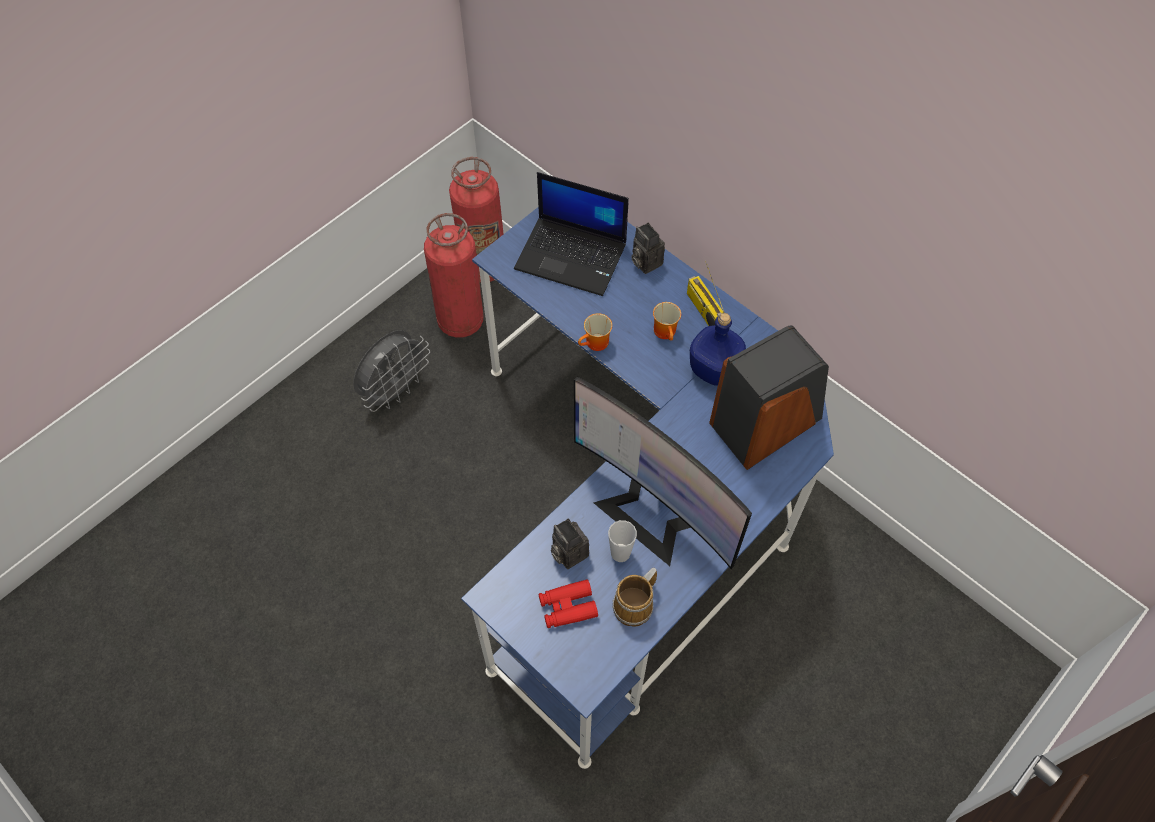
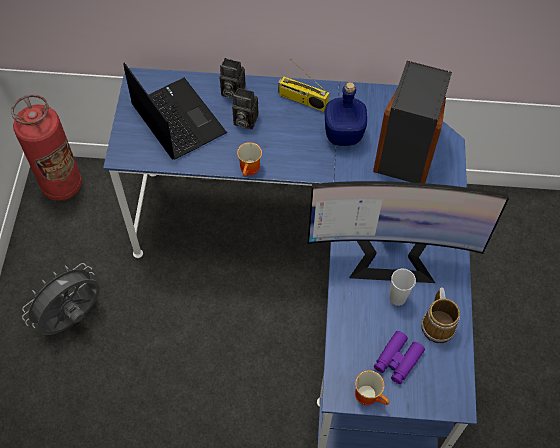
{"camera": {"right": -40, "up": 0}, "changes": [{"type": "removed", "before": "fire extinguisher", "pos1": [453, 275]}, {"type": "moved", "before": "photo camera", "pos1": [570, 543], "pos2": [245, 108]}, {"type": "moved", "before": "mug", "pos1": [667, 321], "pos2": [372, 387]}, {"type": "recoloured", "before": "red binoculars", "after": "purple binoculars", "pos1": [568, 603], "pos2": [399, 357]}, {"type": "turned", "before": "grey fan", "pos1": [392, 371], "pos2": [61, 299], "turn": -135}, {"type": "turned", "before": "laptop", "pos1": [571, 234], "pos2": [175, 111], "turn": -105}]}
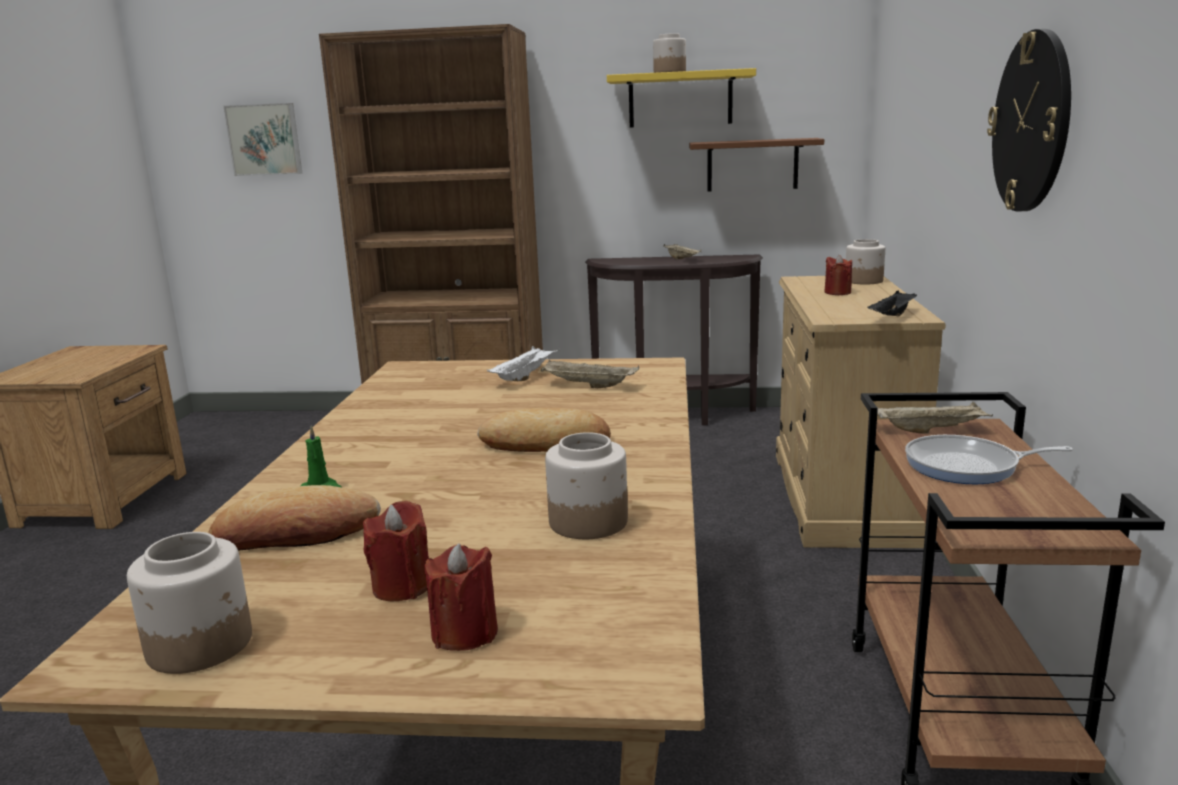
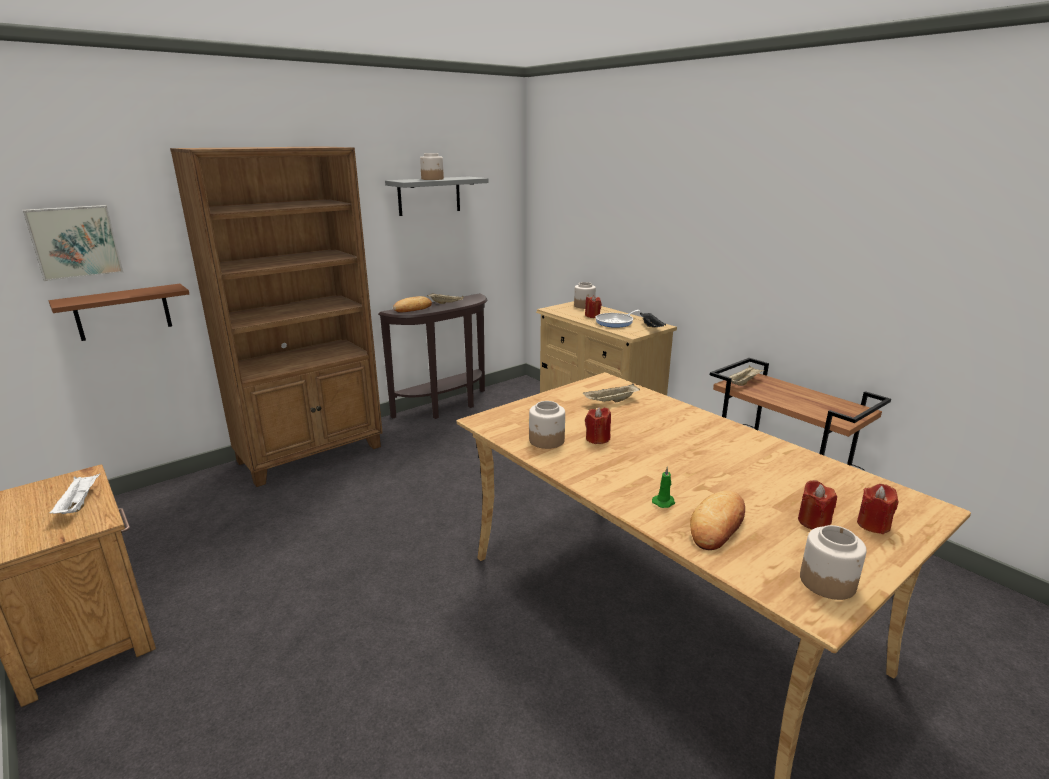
{"camera": {"right": -45, "up": 5}, "changes": [{"type": "removed", "before": "wall clock", "pos1": [1029, 120]}, {"type": "added", "after": "red candle", "pos2": [598, 425]}, {"type": "moved", "before": "bread", "pos1": [544, 430], "pos2": [412, 304]}, {"type": "moved", "before": "white tray", "pos1": [523, 363], "pos2": [75, 494]}, {"type": "moved", "before": "jar", "pos1": [586, 485], "pos2": [547, 425]}, {"type": "moved", "before": "brown shelf", "pos1": [756, 164], "pos2": [119, 312]}, {"type": "moved", "before": "frying pan", "pos1": [989, 459], "pos2": [617, 319]}, {"type": "recoloured", "before": "yellow shelf", "after": "grey shelf", "pos1": [681, 98], "pos2": [437, 196]}]}
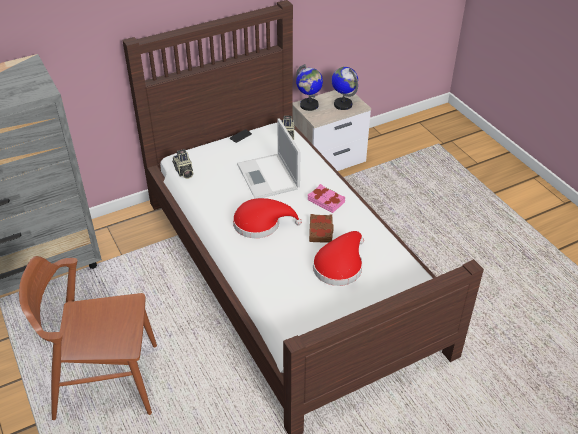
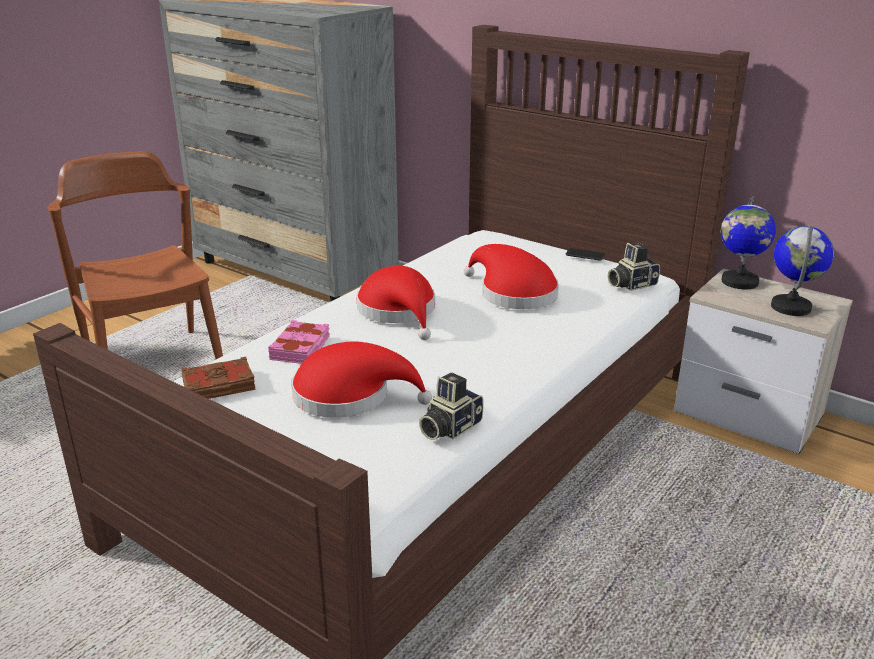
{"camera": {"right": 65, "up": -15}, "changes": [{"type": "moved", "before": "photo camera", "pos1": [182, 164], "pos2": [451, 406]}, {"type": "moved", "before": "pink book", "pos1": [326, 198], "pos2": [299, 342]}, {"type": "moved", "before": "brown book", "pos1": [321, 228], "pos2": [218, 378]}, {"type": "replaced", "before": "laptop", "after": "red hat", "pos1": [269, 158], "pos2": [511, 276]}]}
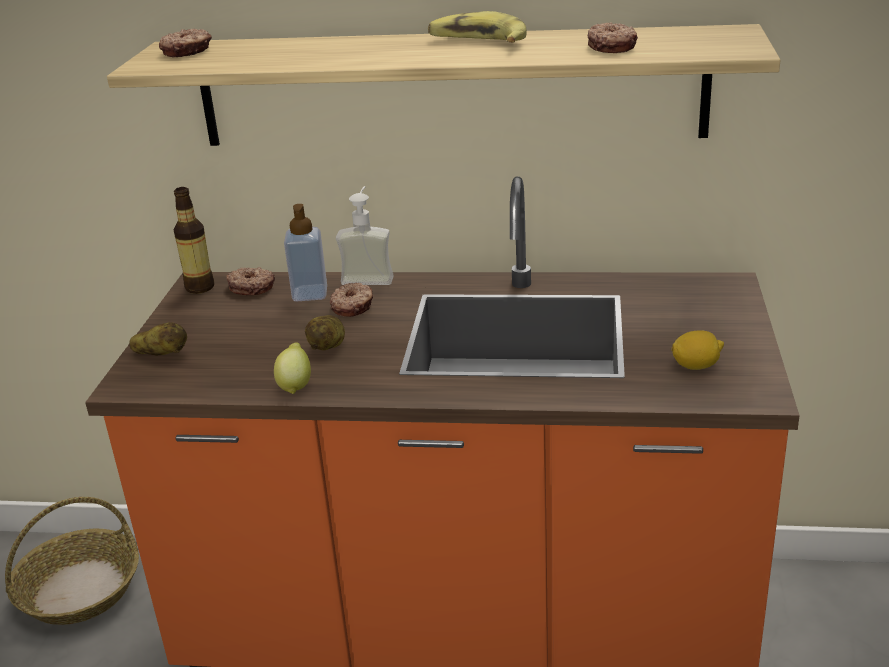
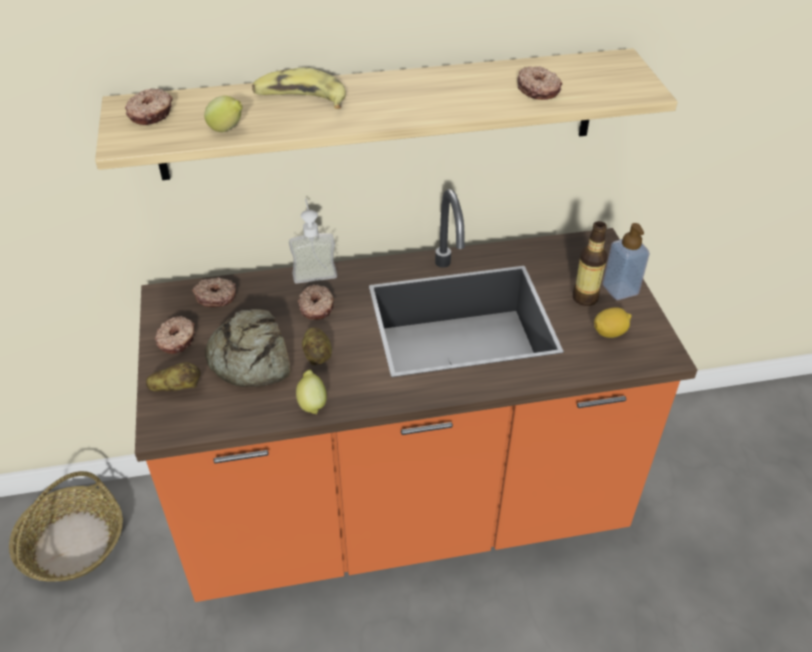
{"camera": {"right": -20, "up": 15}, "changes": [{"type": "added", "after": "donut", "pos2": [175, 335]}, {"type": "added", "after": "lemon", "pos2": [223, 113]}, {"type": "added", "after": "bread", "pos2": [248, 348]}, {"type": "moved", "before": "bottle", "pos1": [194, 240], "pos2": [590, 263]}, {"type": "moved", "before": "soap dispenser", "pos1": [305, 252], "pos2": [626, 261]}, {"type": "moved", "before": "banana", "pos1": [477, 26], "pos2": [299, 88]}]}
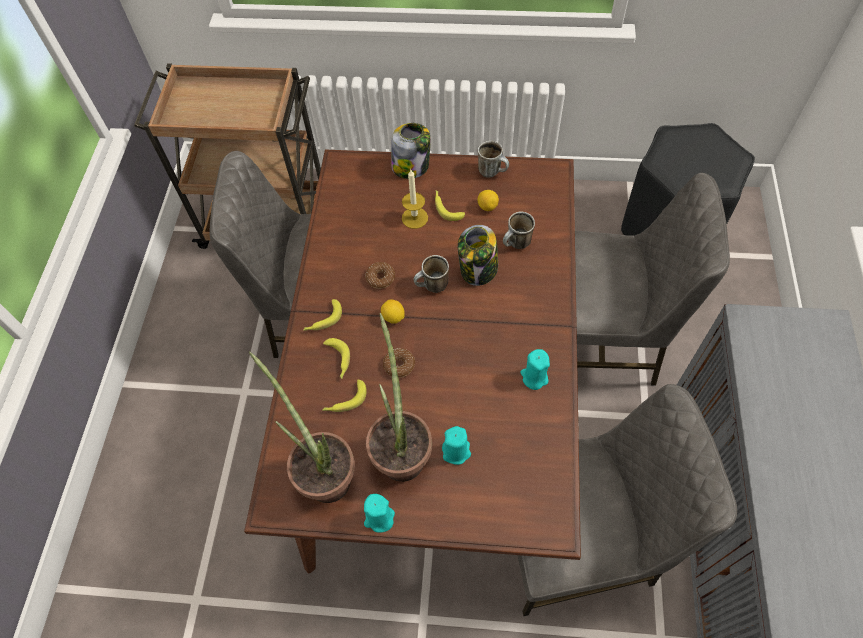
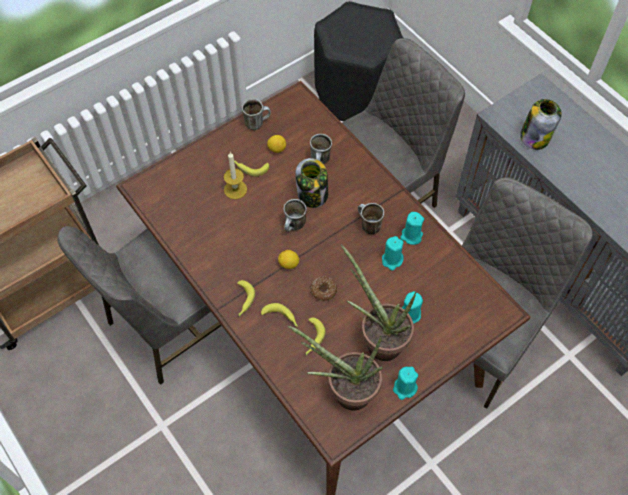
{"camera": {"right": -45, "up": 0}, "changes": [{"type": "removed", "before": "donut", "pos1": [380, 275]}, {"type": "added", "after": "mug", "pos2": [371, 218]}, {"type": "added", "after": "turquoise candle", "pos2": [393, 253]}, {"type": "moved", "before": "jar", "pos1": [410, 151], "pos2": [541, 124]}]}
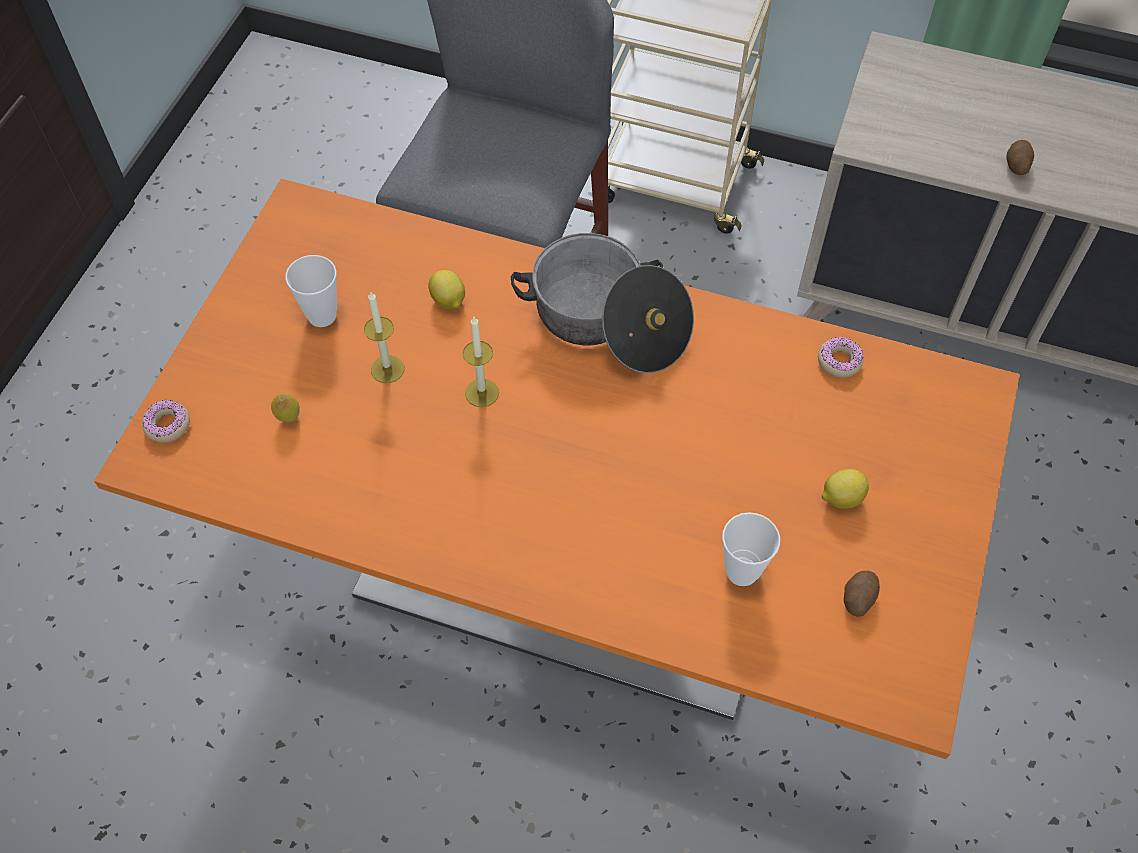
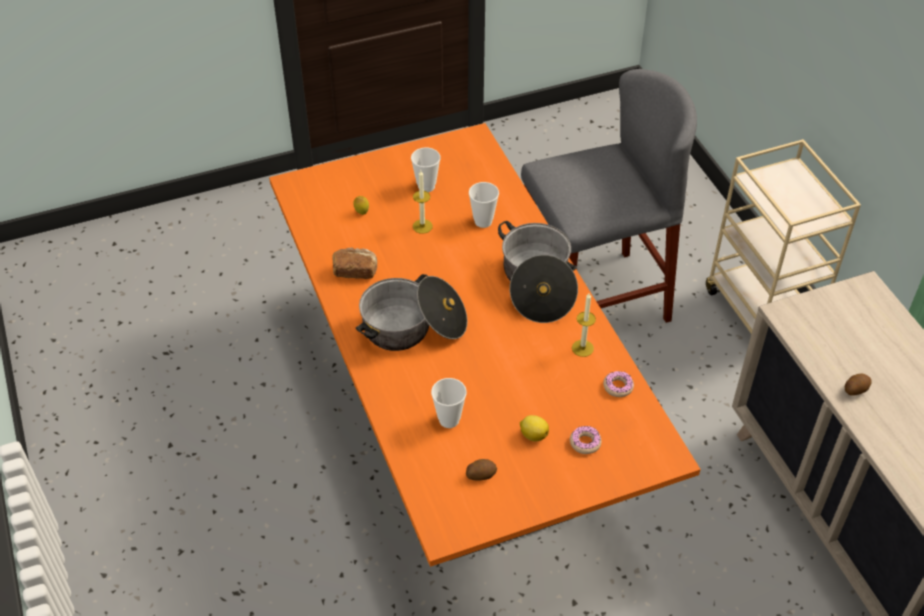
{"camera": {"right": 50, "up": -10}, "changes": [{"type": "added", "after": "bread", "pos2": [354, 263]}, {"type": "added", "after": "cooking pot", "pos2": [411, 312]}, {"type": "moved", "before": "donut", "pos1": [166, 421], "pos2": [585, 440]}, {"type": "moved", "before": "candle", "pos1": [481, 362], "pos2": [584, 325]}, {"type": "replaced", "before": "lemon", "after": "cup", "pos1": [446, 289], "pos2": [484, 205]}]}
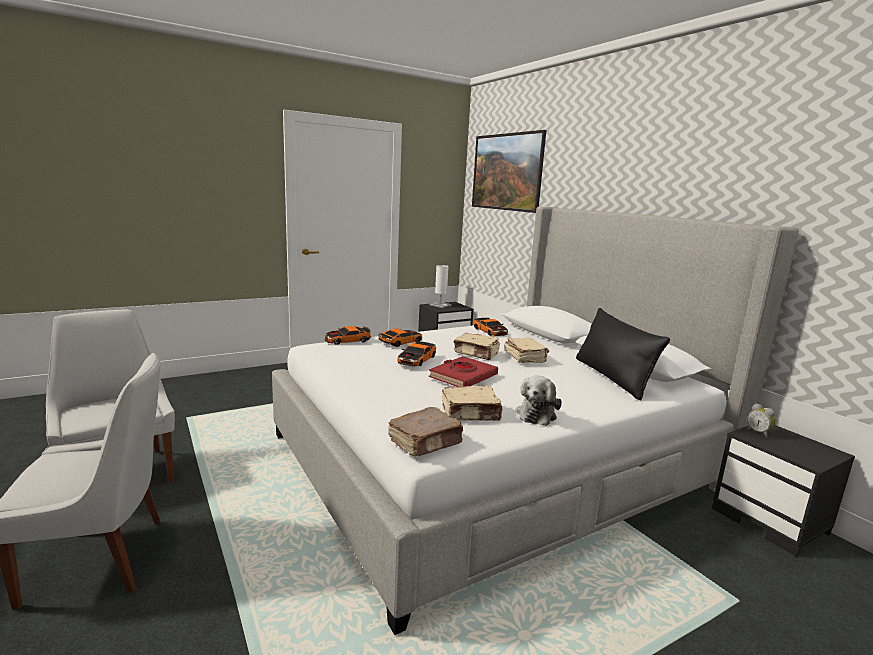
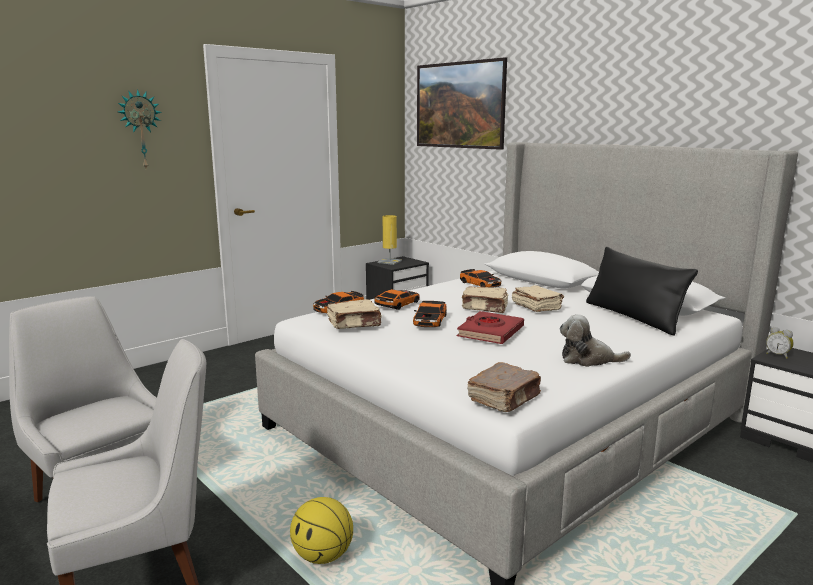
{"camera": {"right": -10, "up": 0}, "changes": [{"type": "added", "after": "wall clock", "pos2": [140, 128]}, {"type": "added", "after": "basketball", "pos2": [321, 530]}, {"type": "moved", "before": "beige book", "pos1": [472, 403], "pos2": [354, 314]}, {"type": "recoloured", "before": "white table lamp", "after": "yellow table lamp", "pos1": [440, 286], "pos2": [389, 240]}, {"type": "turned", "before": "plush toy", "pos1": [538, 401], "pos2": [595, 340], "turn": 90}]}
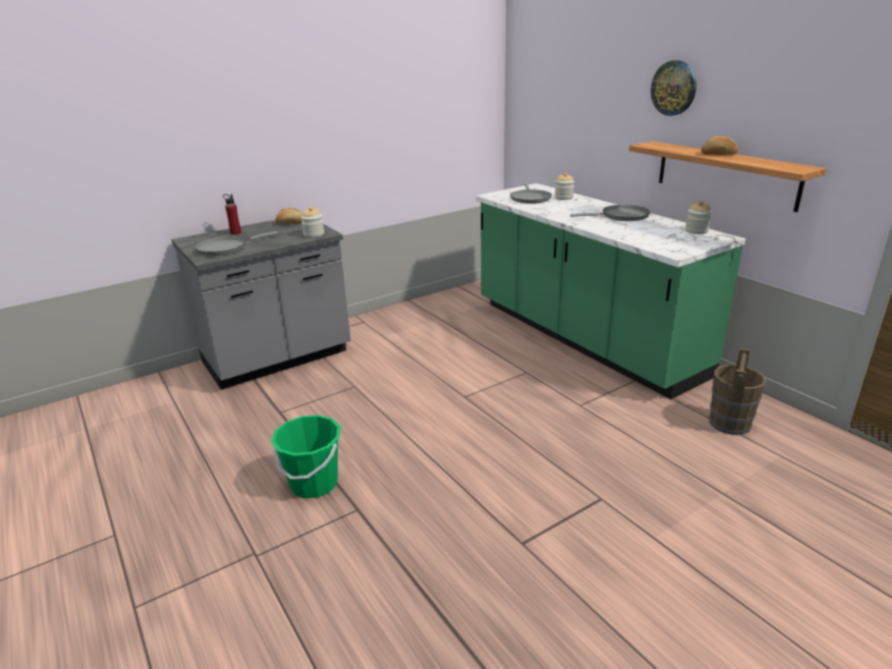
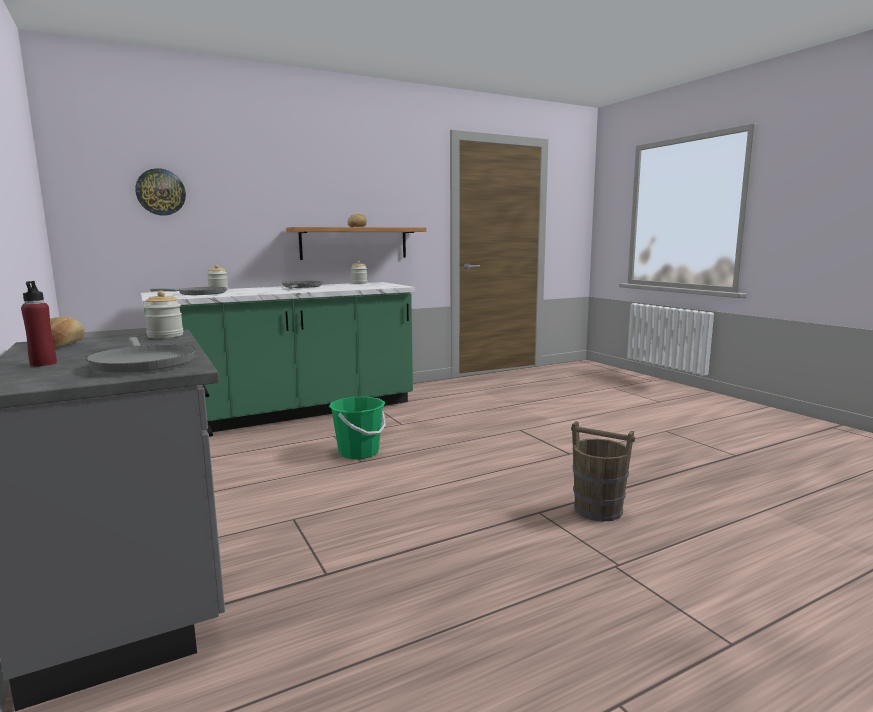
{"camera": {"right": -85, "up": -15}, "changes": [{"type": "moved", "before": "green bucket", "pos1": [306, 457], "pos2": [357, 428]}, {"type": "moved", "before": "wall clock", "pos1": [674, 88], "pos2": [160, 192]}, {"type": "moved", "before": "brown bucket", "pos1": [737, 391], "pos2": [603, 471]}]}
